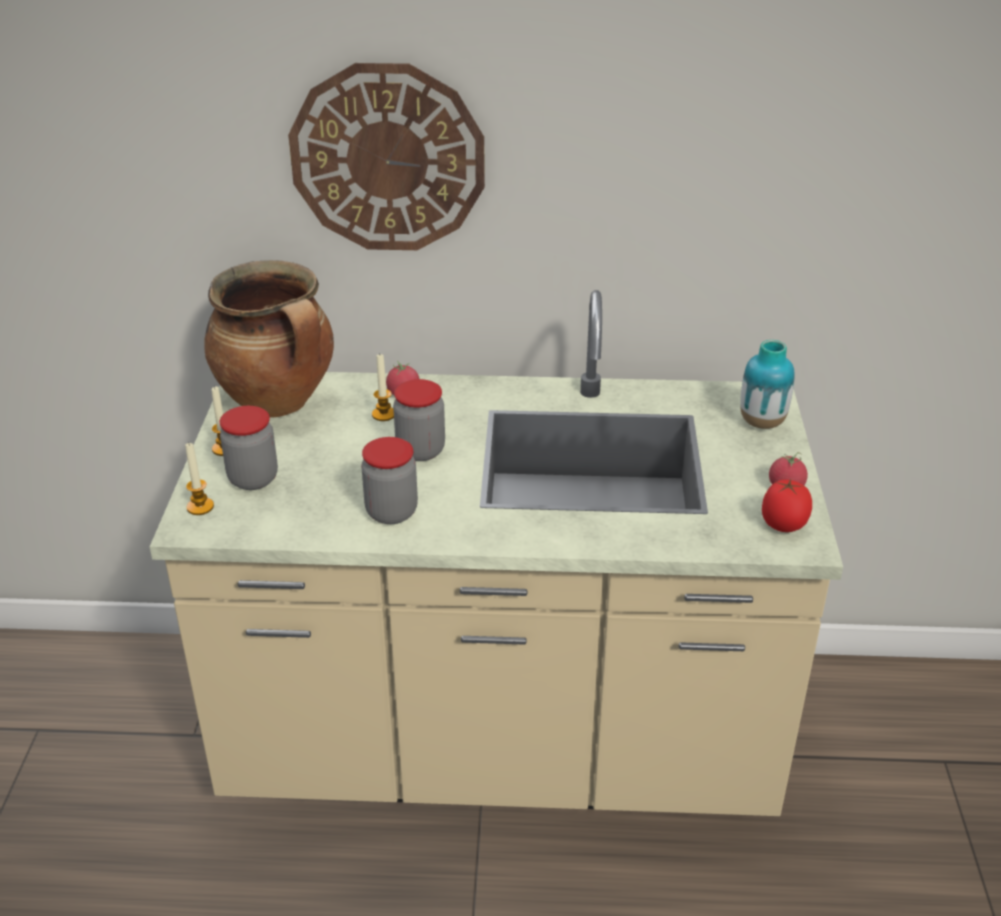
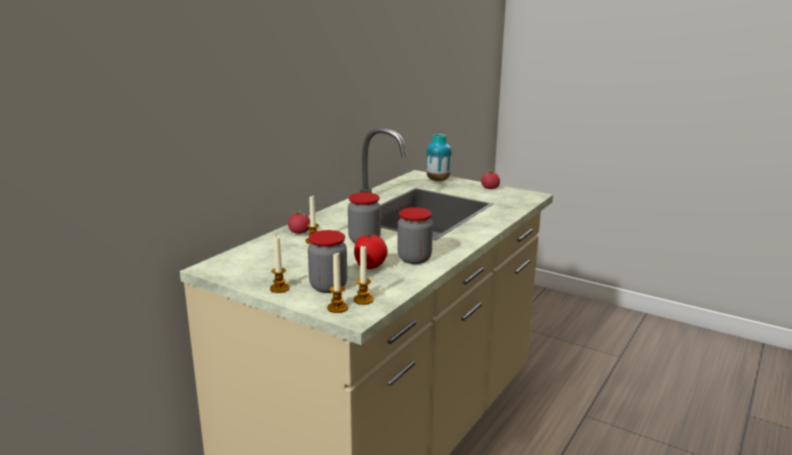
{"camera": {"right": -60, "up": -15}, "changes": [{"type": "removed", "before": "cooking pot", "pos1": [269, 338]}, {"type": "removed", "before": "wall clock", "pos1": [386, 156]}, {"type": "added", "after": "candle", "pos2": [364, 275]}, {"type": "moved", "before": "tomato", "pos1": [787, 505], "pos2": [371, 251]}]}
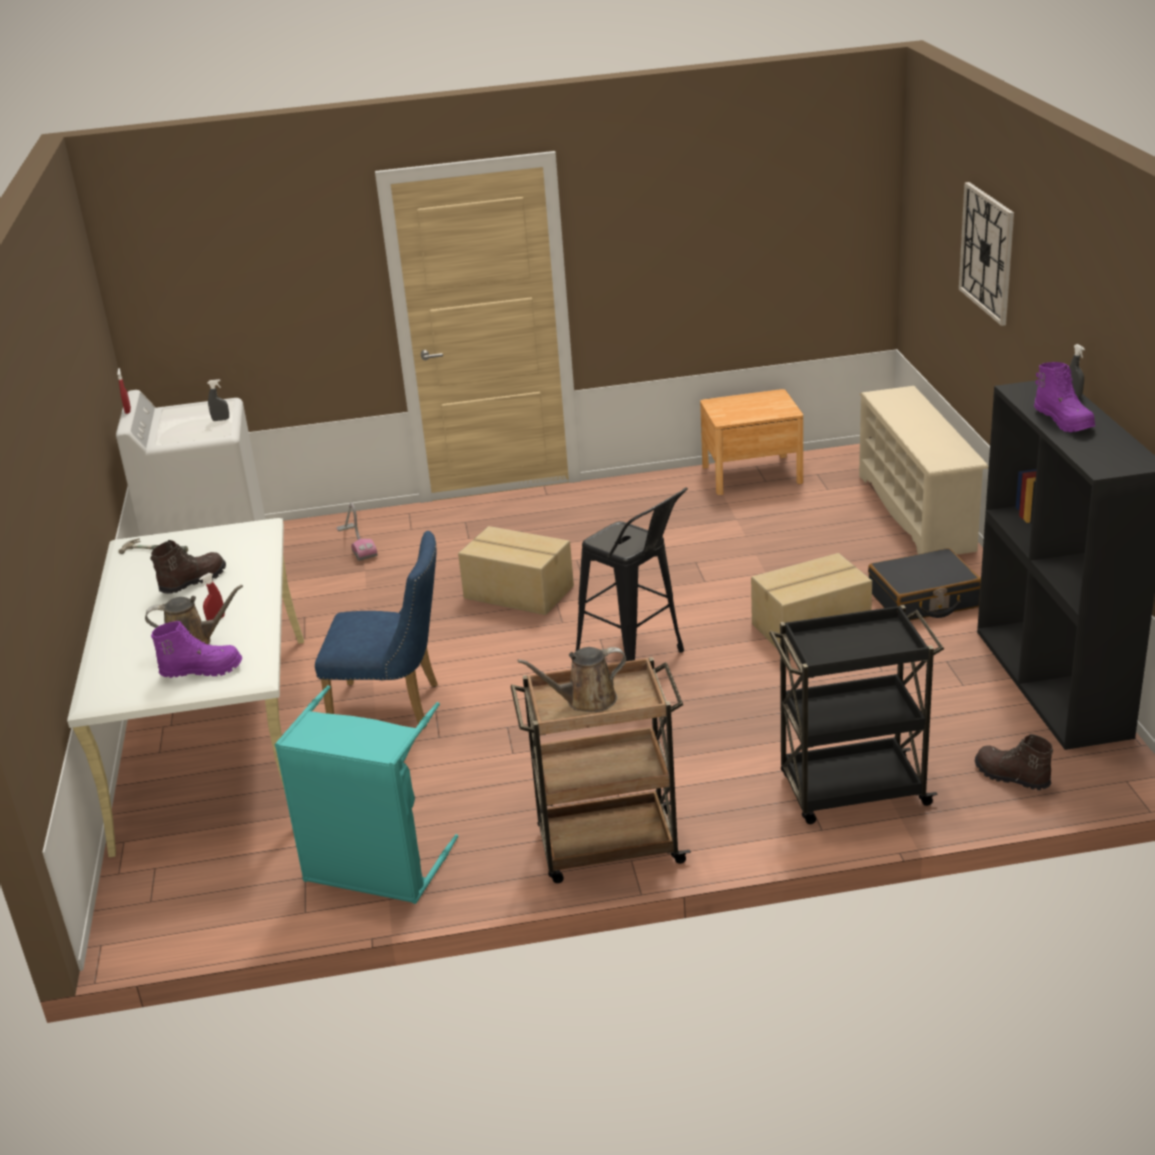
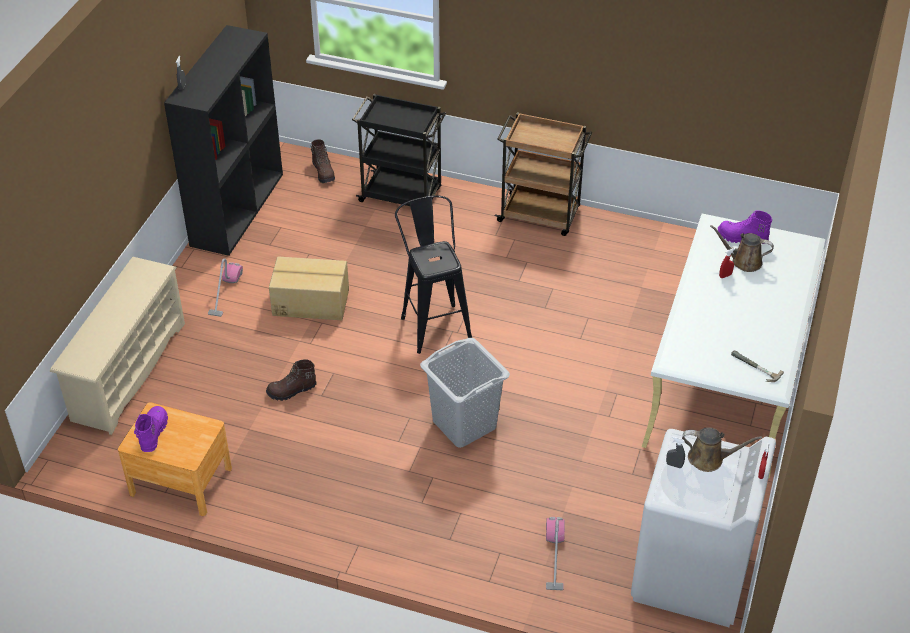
{"camera": {"right": -155, "up": 15}, "changes": [{"type": "removed", "before": "turquoise laundry basket", "pos1": [366, 794]}, {"type": "removed", "before": "blue chair", "pos1": [376, 630]}, {"type": "removed", "before": "wall clock", "pos1": [986, 254]}, {"type": "moved", "before": "brown boot", "pos1": [188, 567], "pos2": [291, 380]}, {"type": "moved", "before": "brown watering can", "pos1": [571, 679], "pos2": [722, 449]}, {"type": "moved", "before": "purple boot", "pos1": [1065, 397], "pos2": [151, 429]}, {"type": "replaced", "before": "cardboard box", "after": "grey laundry basket", "pos1": [516, 570], "pos2": [465, 393]}, {"type": "replaced", "before": "black suitcase", "after": "vacuum cleaner", "pos1": [924, 584], "pos2": [225, 287]}]}
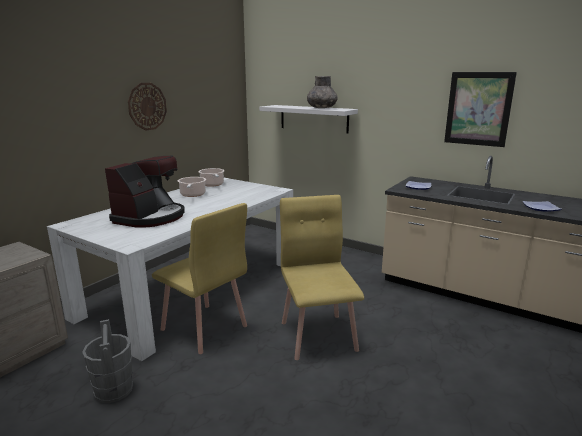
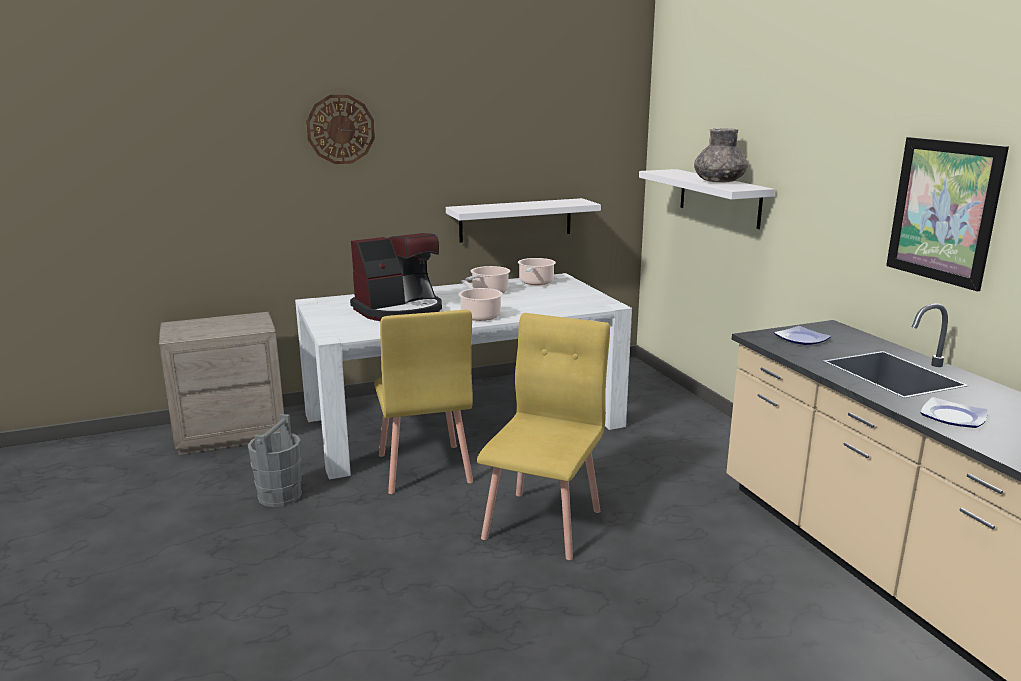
{"camera": {"right": 35, "up": 0}, "changes": [{"type": "added", "after": "white shelf", "pos2": [523, 220]}, {"type": "added", "after": "cooking pot", "pos2": [480, 300]}, {"type": "moved", "before": "wall clock", "pos1": [147, 106], "pos2": [340, 129]}]}
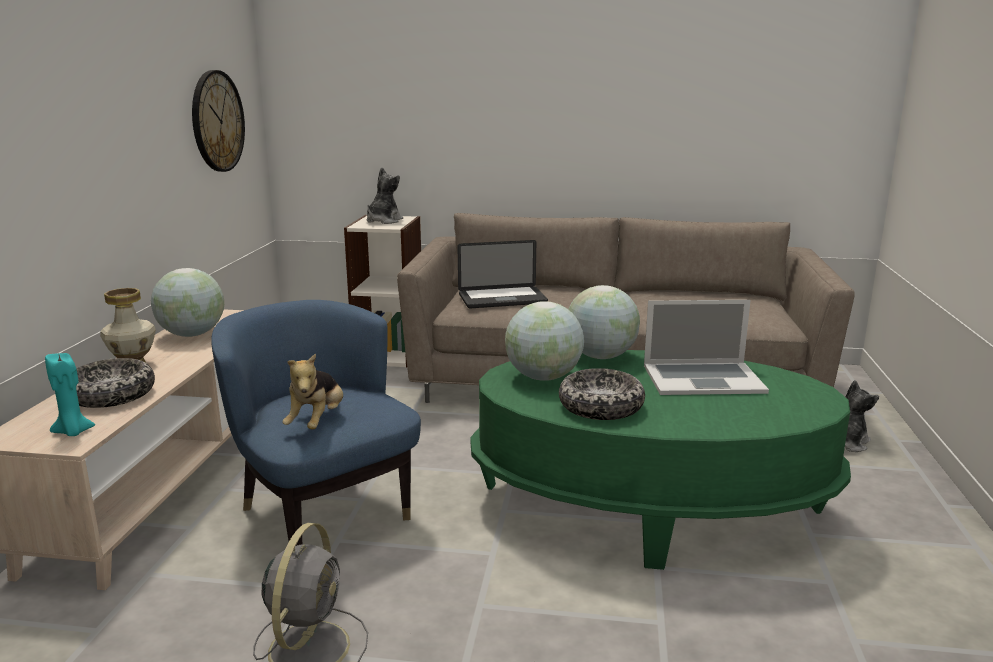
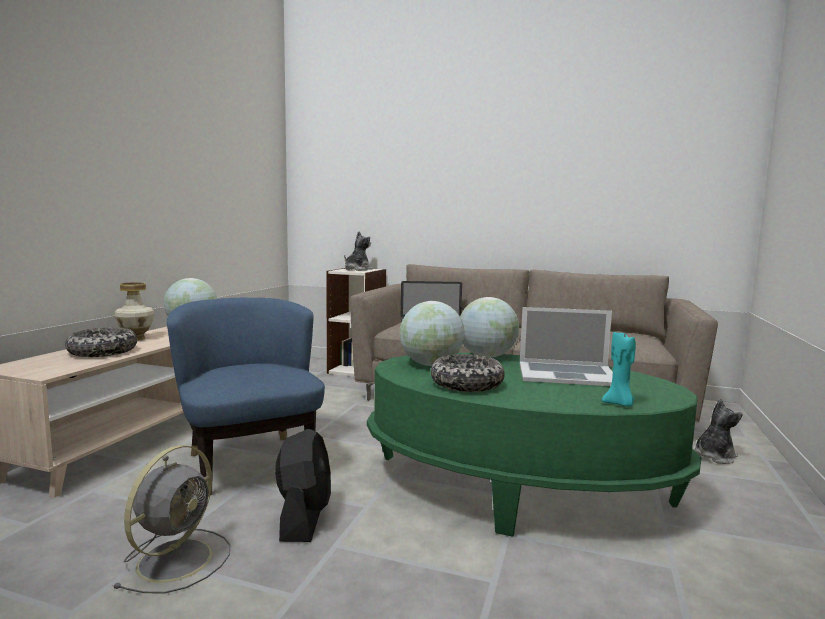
{"camera": {"right": 10, "up": -10}, "changes": [{"type": "removed", "before": "wall clock", "pos1": [218, 121]}, {"type": "removed", "before": "plush toy", "pos1": [312, 391]}, {"type": "added", "after": "black fan", "pos2": [303, 485]}, {"type": "moved", "before": "turquoise candle", "pos1": [70, 394], "pos2": [619, 369]}]}
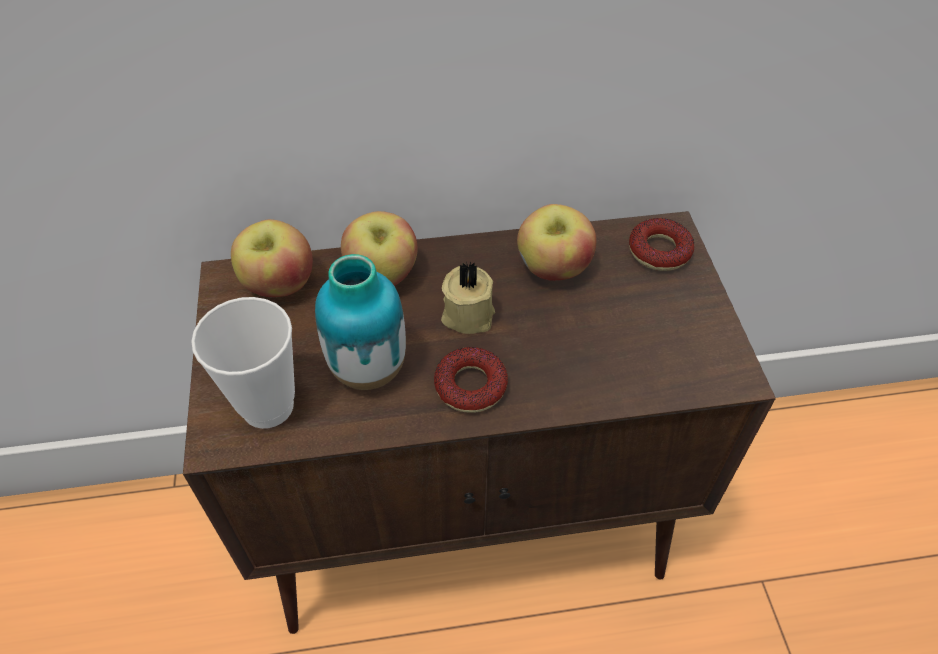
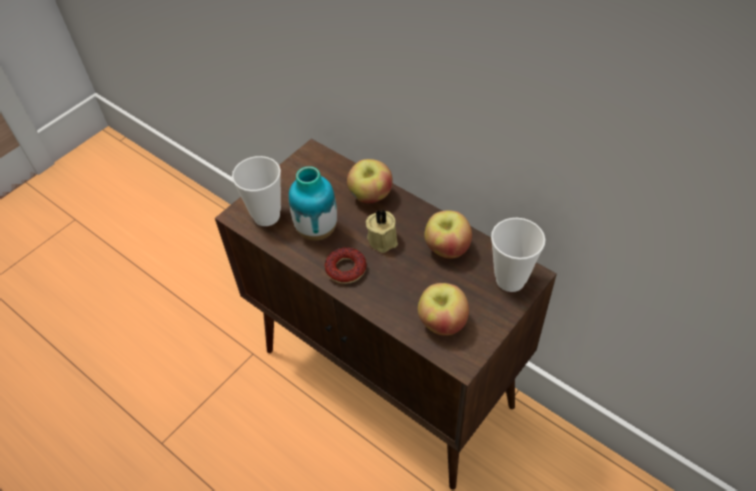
{"camera": {"right": 50, "up": 0}, "changes": [{"type": "moved", "before": "apple", "pos1": [272, 258], "pos2": [443, 309]}, {"type": "replaced", "before": "donut", "after": "cup", "pos1": [661, 244], "pos2": [518, 255]}]}
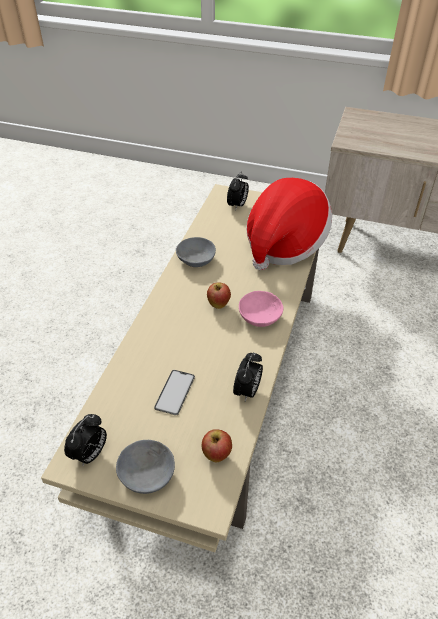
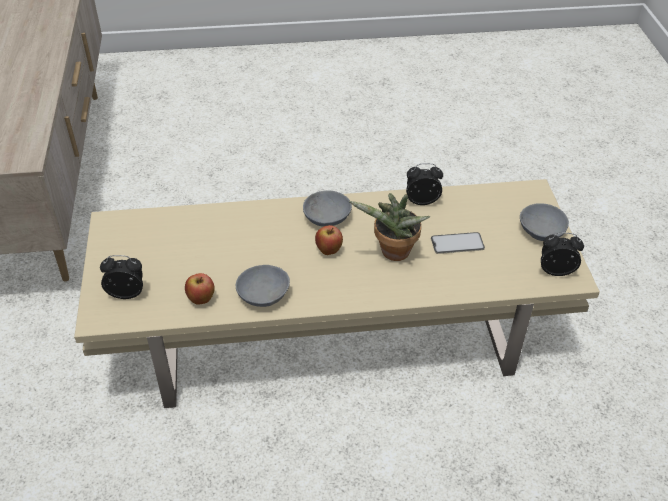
{"camera": {"right": -115, "up": 0}, "changes": [{"type": "removed", "before": "hat", "pos1": [289, 224]}, {"type": "added", "after": "potted plant", "pos2": [389, 227]}, {"type": "moved", "before": "apple", "pos1": [217, 445], "pos2": [200, 289]}, {"type": "recoloured", "before": "pink bowl", "after": "grey bowl", "pos1": [261, 309], "pos2": [327, 209]}]}
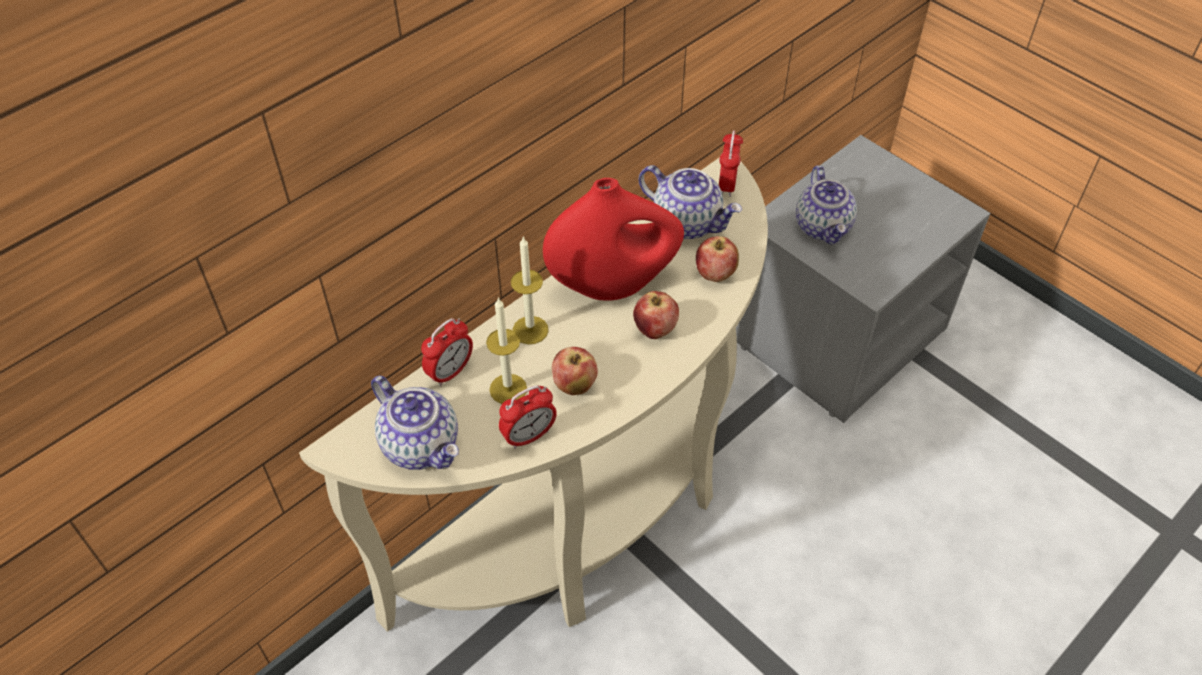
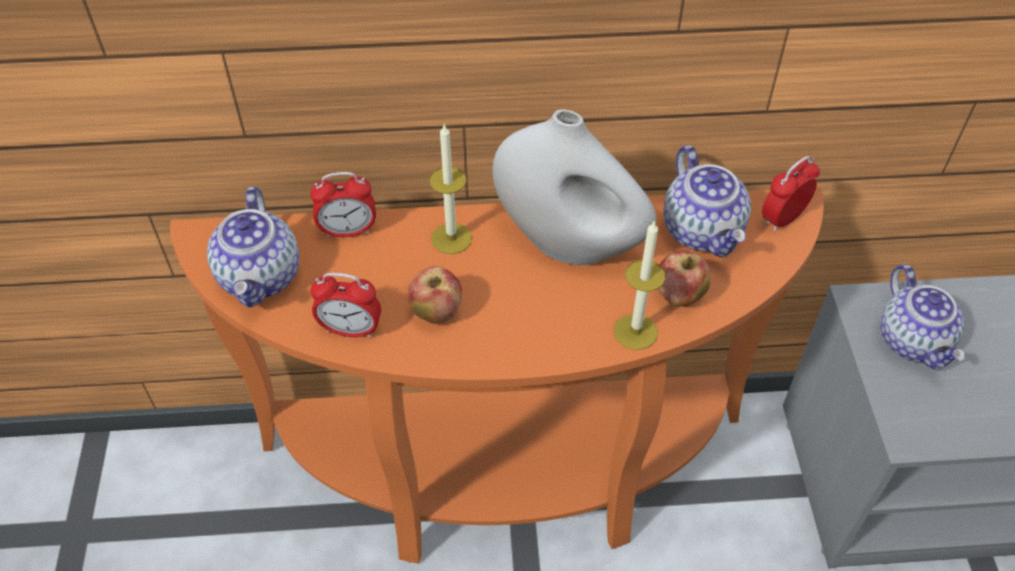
{"camera": {"right": 40, "up": 0}, "changes": [{"type": "removed", "before": "apple", "pos1": [656, 315]}, {"type": "moved", "before": "candle", "pos1": [506, 350], "pos2": [639, 285]}, {"type": "recoloured", "before": "beige console table", "after": "orange console table", "pos1": [533, 394], "pos2": [497, 375]}, {"type": "recoloured", "before": "red vase", "after": "white vase", "pos1": [613, 239], "pos2": [574, 187]}, {"type": "turned", "before": "teapot", "pos1": [826, 205], "pos2": [923, 317], "turn": -45}]}
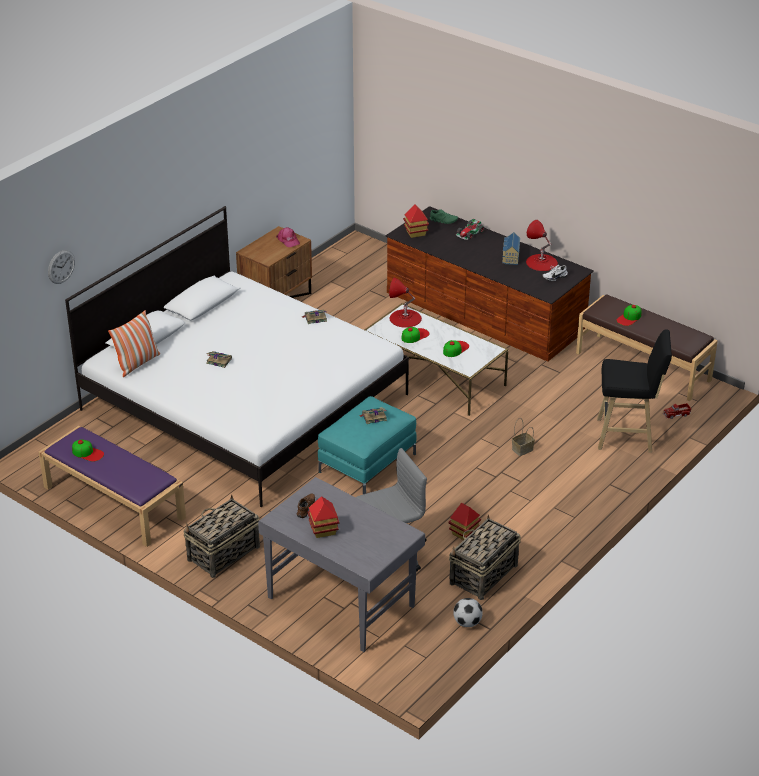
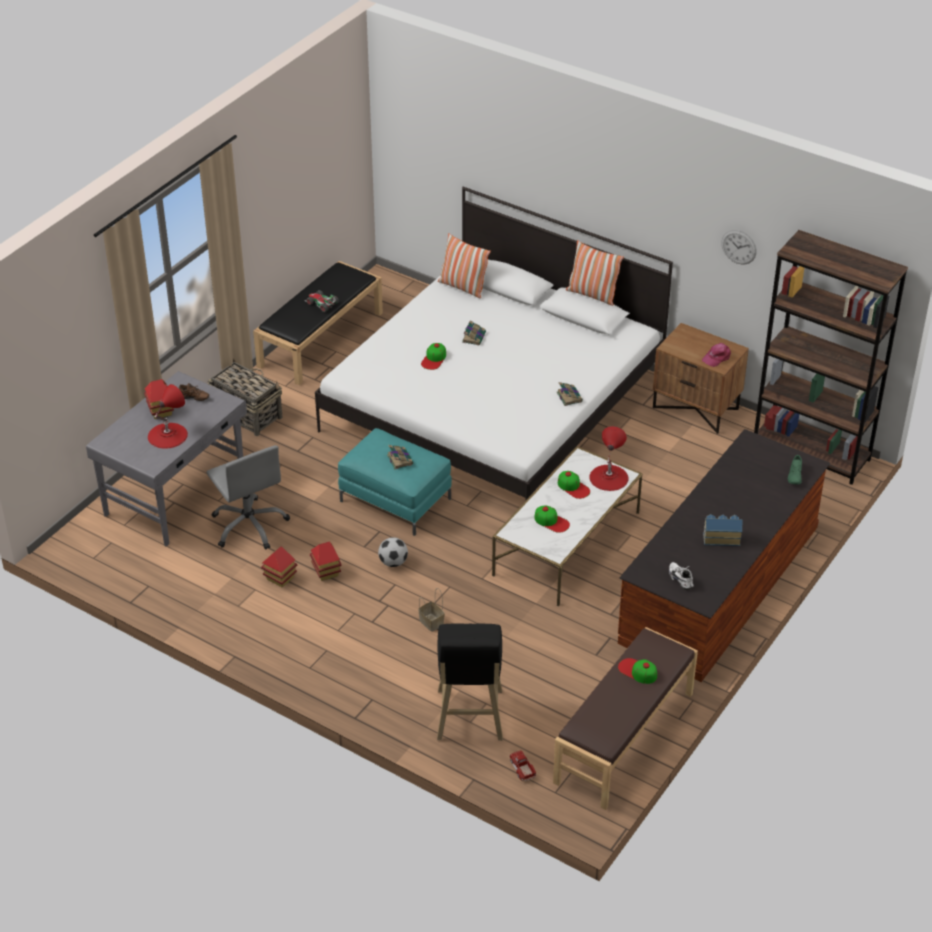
{"camera": {"right": 85, "up": 5}, "changes": [{"type": "removed", "before": "basket", "pos1": [485, 557]}, {"type": "added", "after": "pillow", "pos2": [595, 273]}, {"type": "added", "after": "brown bookcase", "pos2": [831, 357]}, {"type": "moved", "before": "wall clock", "pos1": [61, 267], "pos2": [739, 247]}, {"type": "moved", "before": "cap", "pos1": [88, 450], "pos2": [433, 356]}, {"type": "moved", "before": "toy house", "pos1": [416, 221], "pos2": [326, 561]}, {"type": "moved", "before": "football", "pos1": [468, 612], "pos2": [393, 552]}, {"type": "moved", "before": "toy car", "pos1": [470, 229], "pos2": [322, 301]}, {"type": "moved", "before": "red table lamp", "pos1": [542, 245], "pos2": [168, 416]}, {"type": "recoloured", "before": "purple bench", "after": "black bench", "pos1": [112, 486], "pos2": [318, 323]}]}
